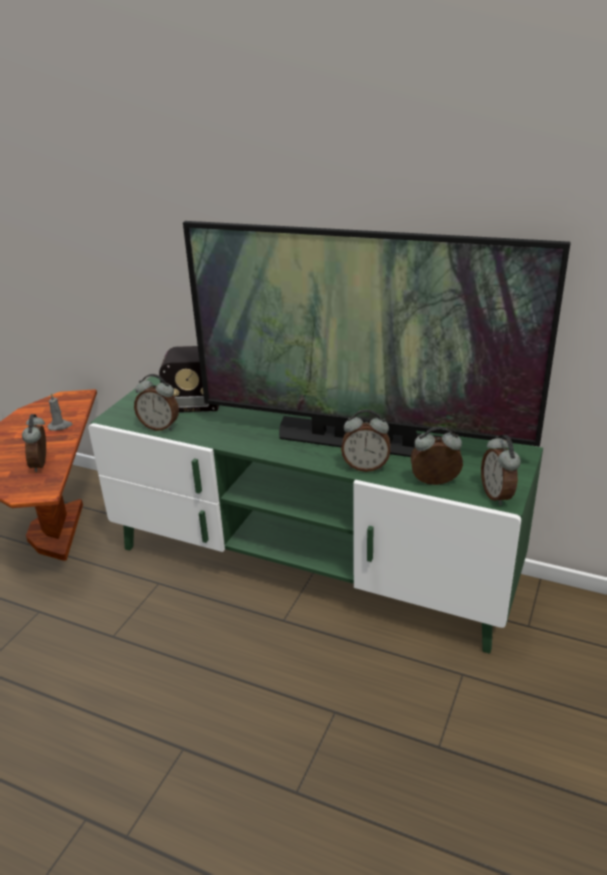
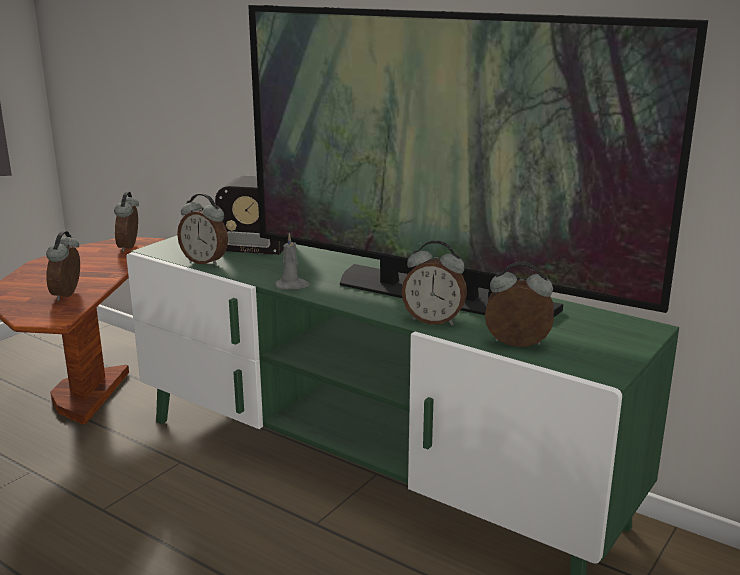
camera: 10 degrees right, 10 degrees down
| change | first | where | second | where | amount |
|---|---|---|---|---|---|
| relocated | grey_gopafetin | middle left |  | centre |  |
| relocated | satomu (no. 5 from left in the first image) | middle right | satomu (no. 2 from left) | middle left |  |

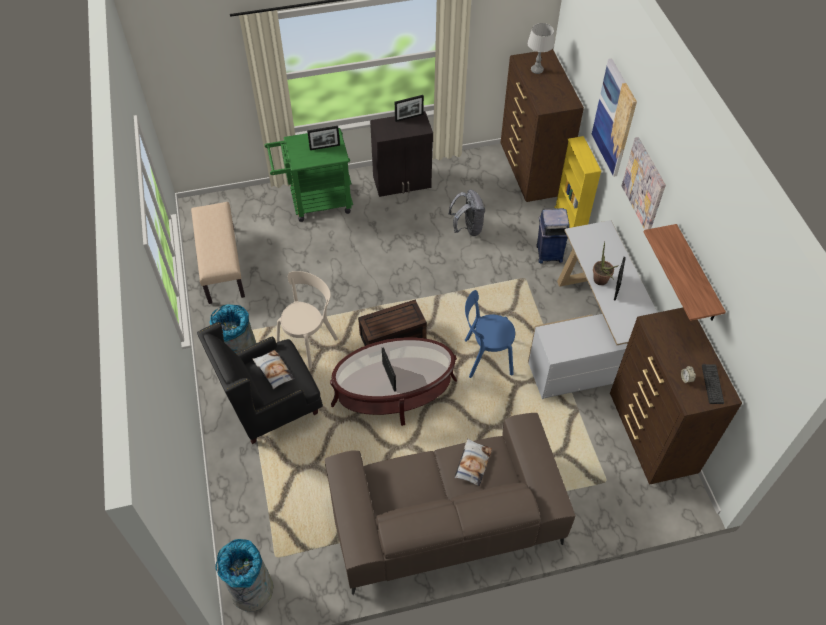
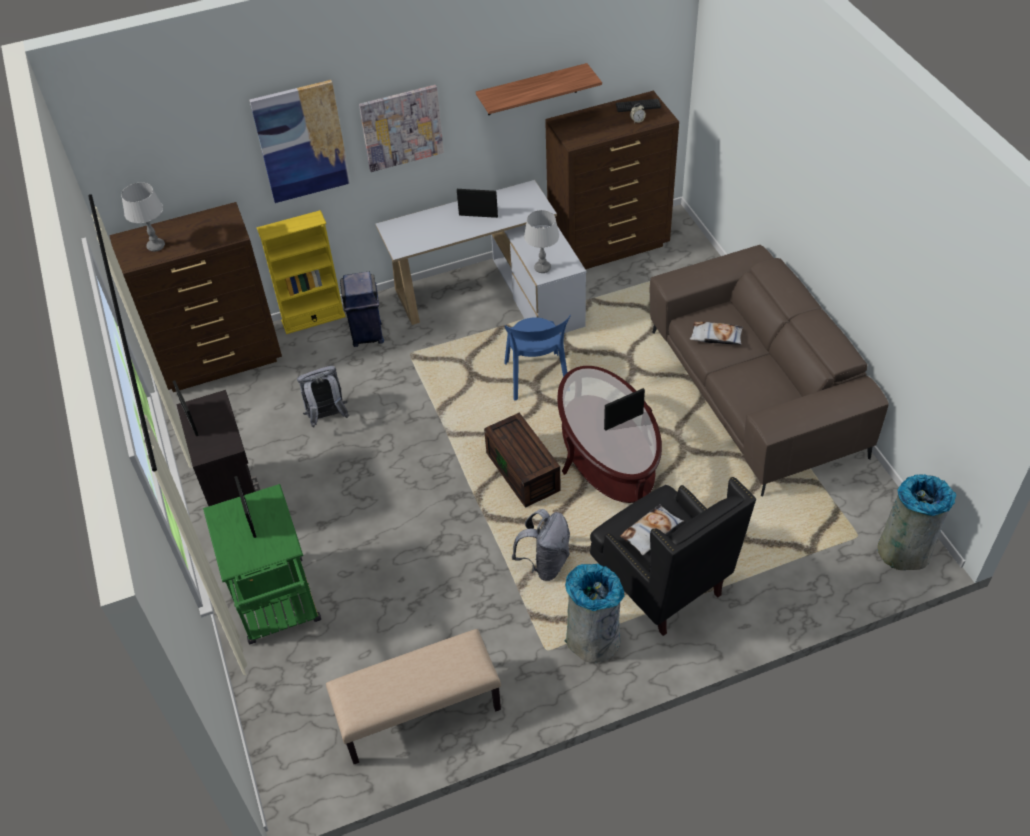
camera: 95 degrees left, 5 degrees down
| change | first | where | second | where | amount |
|---|---|---|---|---|---|
| missing | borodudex | middle right |  |  |  |
| exchanged | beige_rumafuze | centre | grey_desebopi (no. 2 from left) | centre |  |
| appeared |  |  | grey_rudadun (no. 2 from left) | top centre |  |

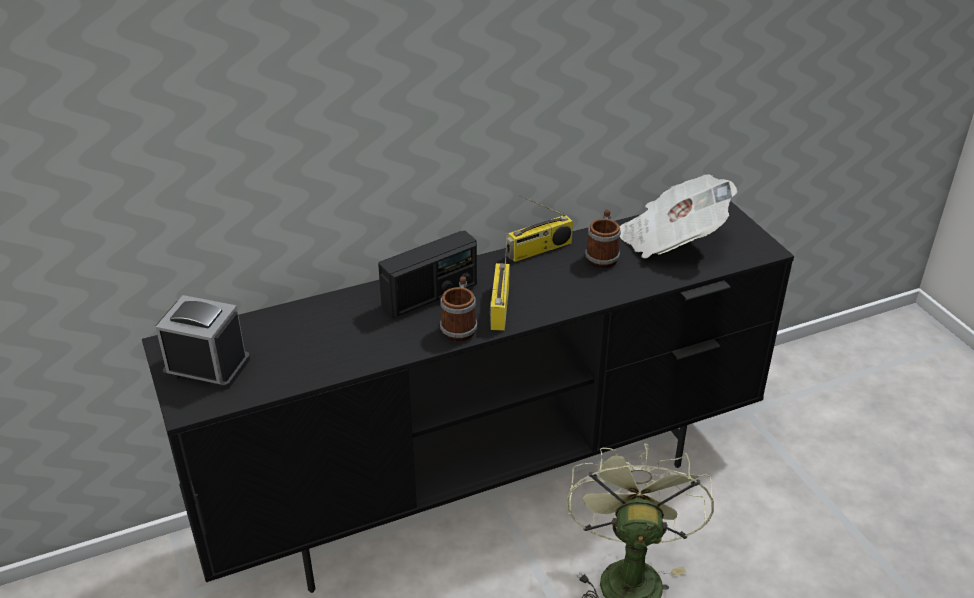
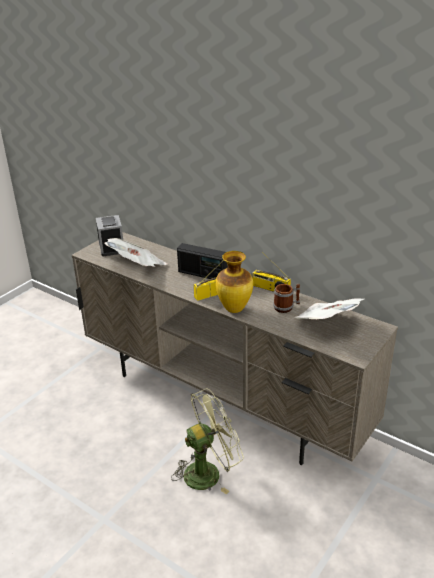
camera: 60 degrees right, 5 degrees down
| change | first | where | second | where | amount |
|---|---|---|---|---|---|
| colour | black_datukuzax | centre | beige_datukuzax | centre |  |
| missing | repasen (no. 1 from left) | centre |  |  |  |
| appeared |  |  | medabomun (no. 1 from left) | middle left |  |
| appeared |  |  | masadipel | centre |  |

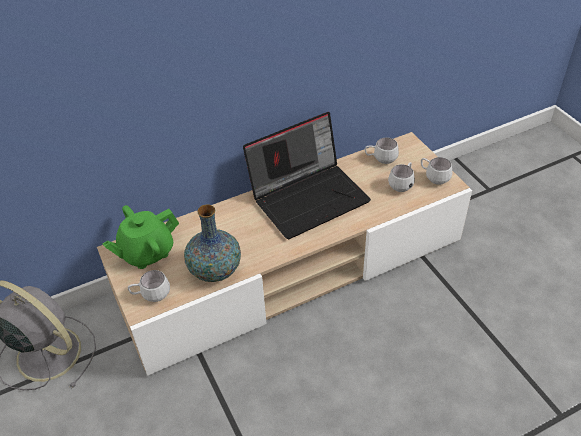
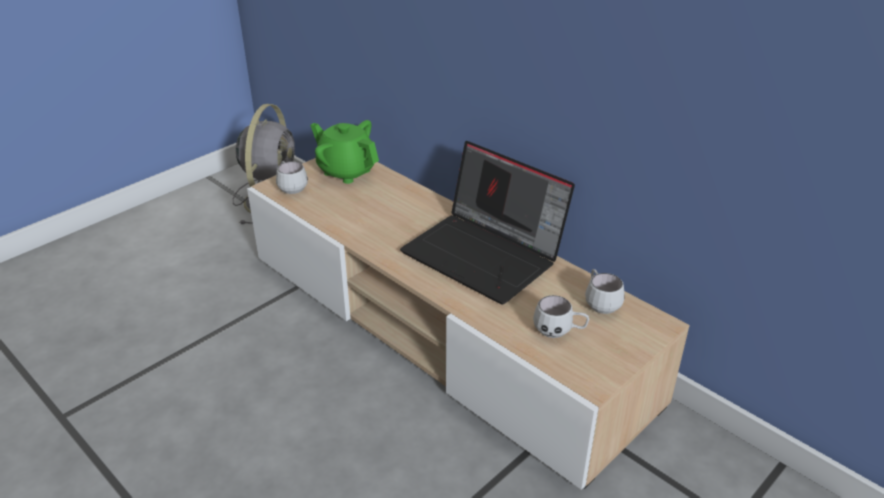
camera: 70 degrees right, 10 degrees down
| change | first | where | second | where | amount |
|---|---|---|---|---|---|
| missing | white_repasen (no. 4 from left) | middle right |  |  |  |
| missing | masadipel | centre |  |  |  |

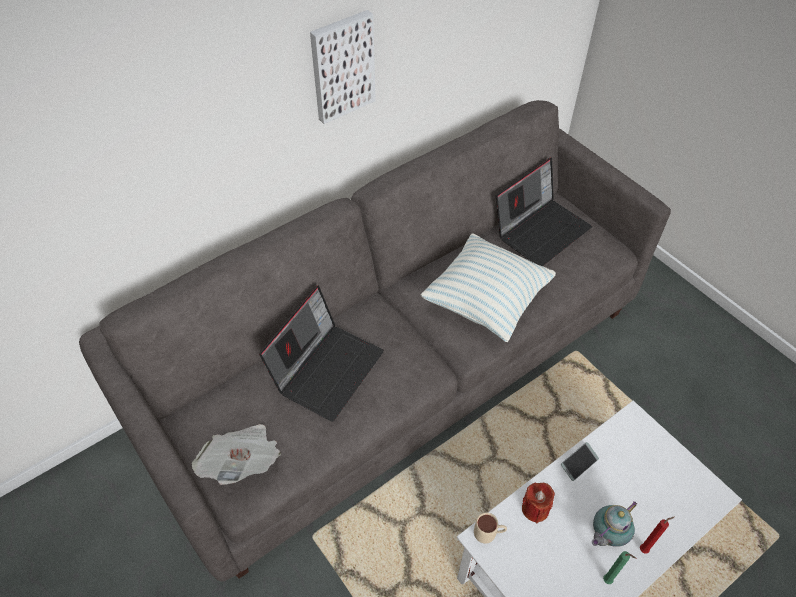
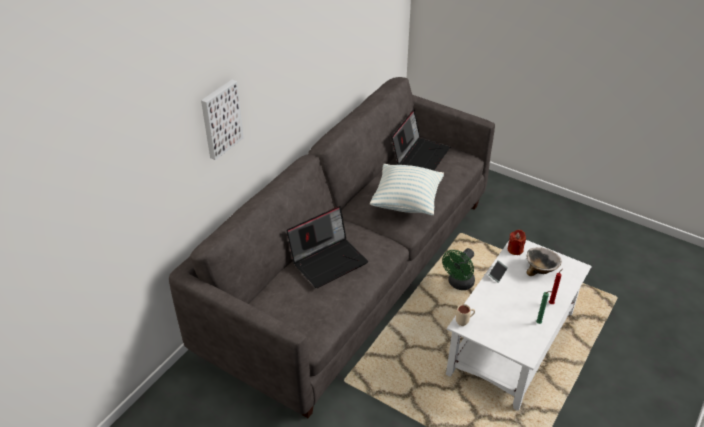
camera: 20 degrees left, 10 degrees down
| change | first | where | second | where | amount |
|---|---|---|---|---|---|
| relocated | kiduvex | top centre |  | top left |  |
| spun | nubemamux (no. 1 from left) | centre |  | centre | 45 degrees clockwise |
| missing | medabomun | bottom left |  |  |  |
| relocated | red_gopafetin (no. 1 from left) | bottom right |  | middle right |  |
| missing | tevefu | bottom right |  |  |  |
| appeared |  |  | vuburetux | middle right |  |
| appeared |  |  | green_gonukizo | centre |  |

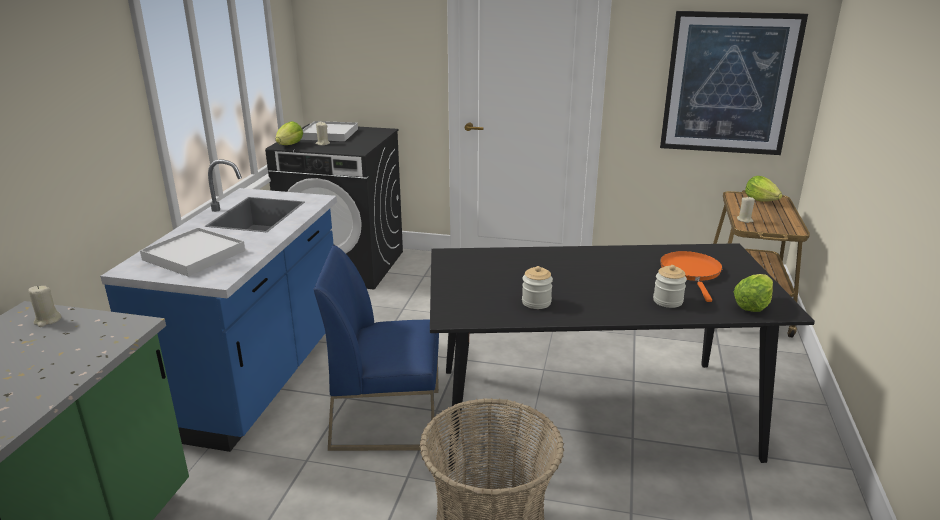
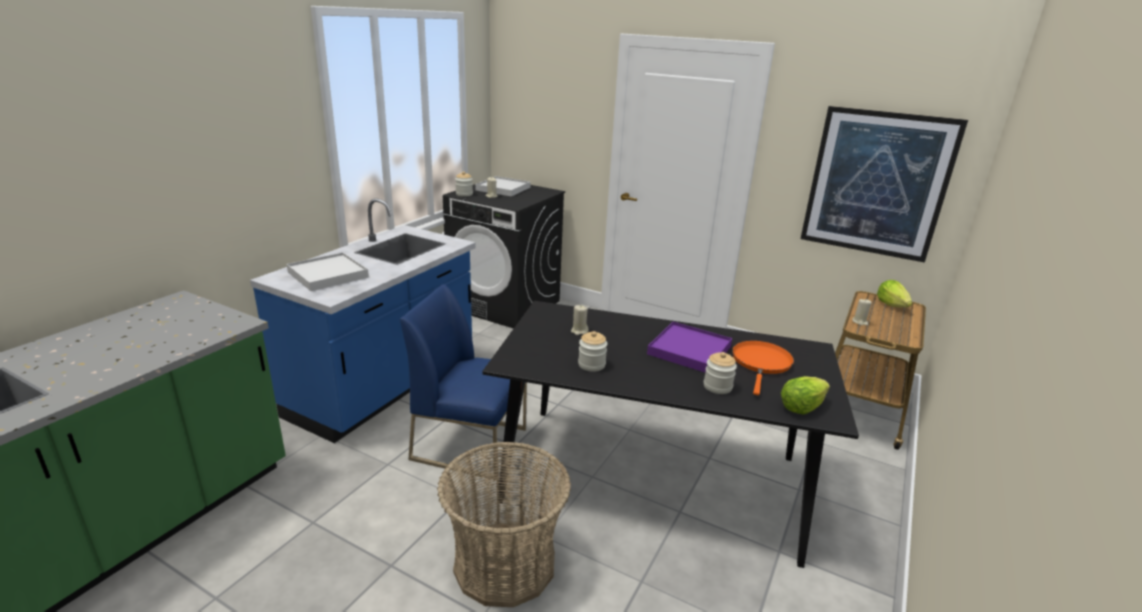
camera: 15 degrees right, 0 degrees up
| change | first | where | second | where | amount |
|---|---|---|---|---|---|
| exchanged | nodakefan (no. 1 from left) | top left | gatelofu (no. 1 from left) | top centre |  |
| relocated | beige_gopafetin (no. 1 from left in the first image) | middle left | beige_gopafetin (no. 2 from left) | centre |  |
| appeared |  |  | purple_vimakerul | centre |  |

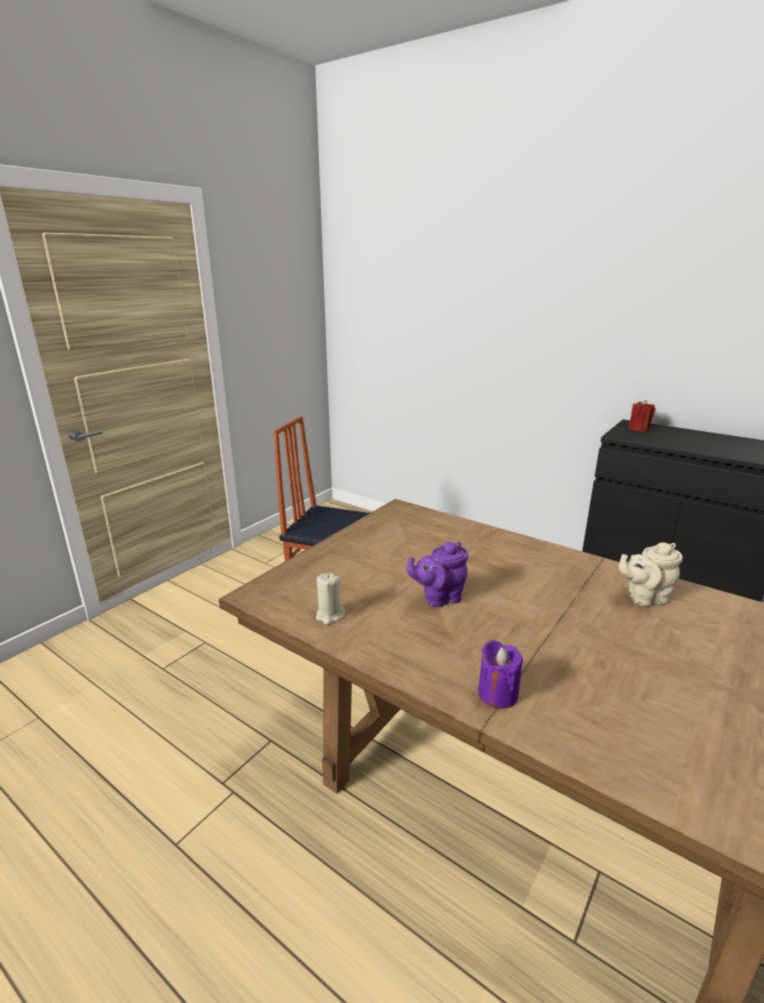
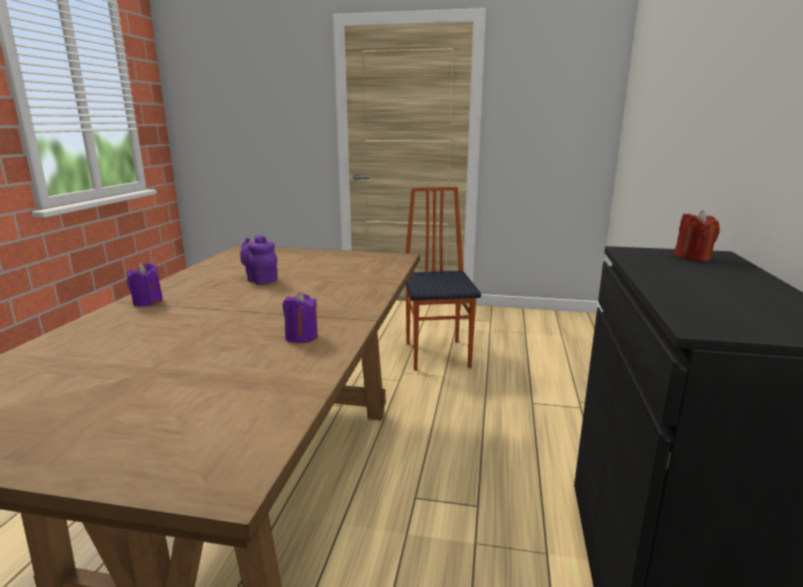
camera: 65 degrees right, 5 degrees down
| change | first | where | second | where | amount |
|---|---|---|---|---|---|
| exchanged | beige_tevefu | middle right | purple_gopafetin (no. 2 from left) | centre |  |
| missing | beige_gopafetin | centre |  |  |  |

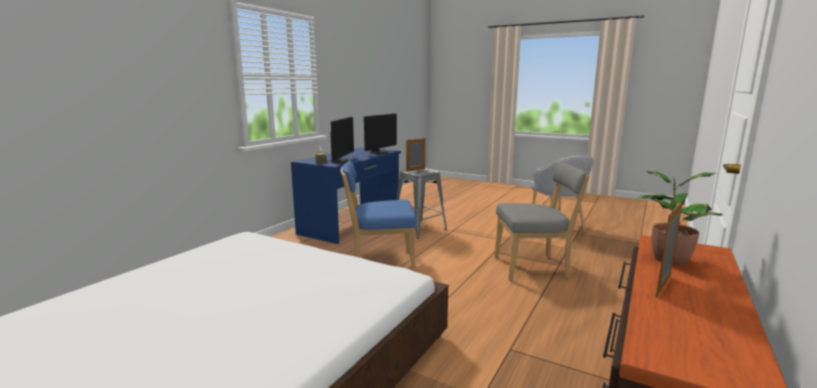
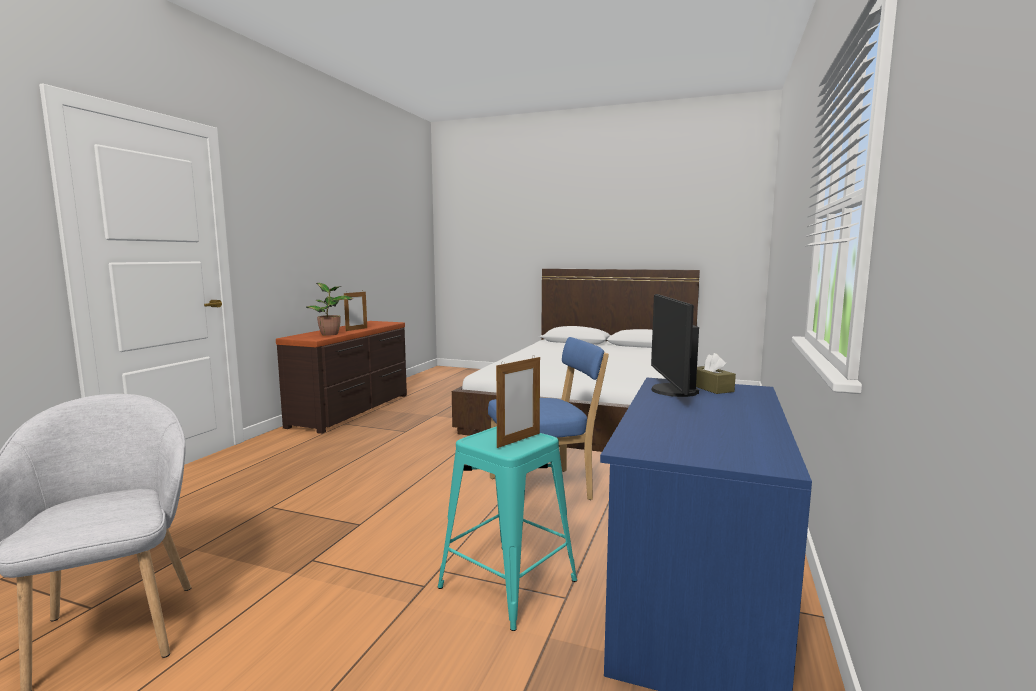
camera: 170 degrees right, 5 degrees down
| change | first | where | second | where | amount |
|---|---|---|---|---|---|
| missing | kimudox (no. 2 from left) | centre |  |  |  |
| missing | grey_rumafuze | centre |  |  |  |
| colour | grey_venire | centre | turquoise_venire | bottom centre |  |

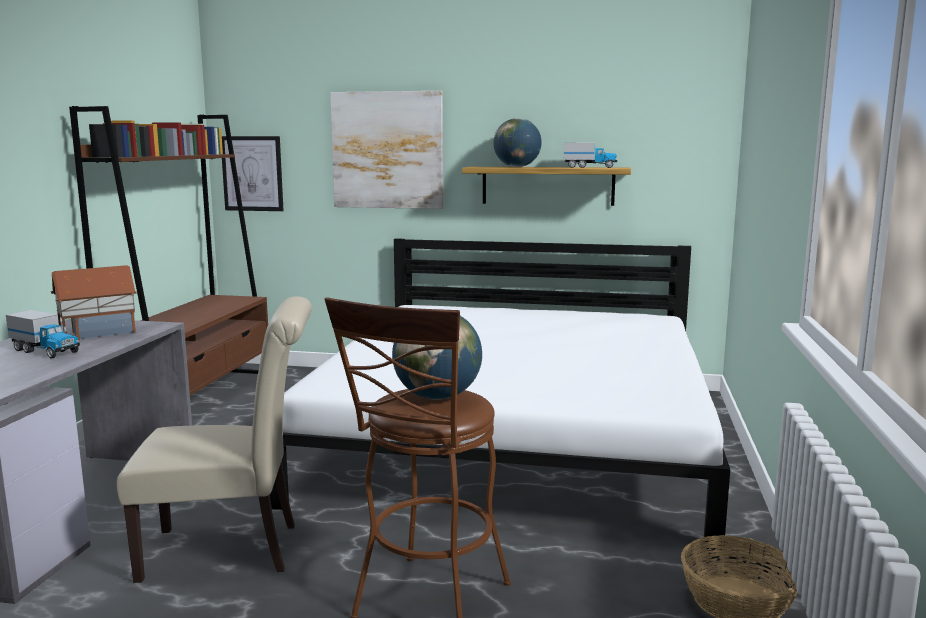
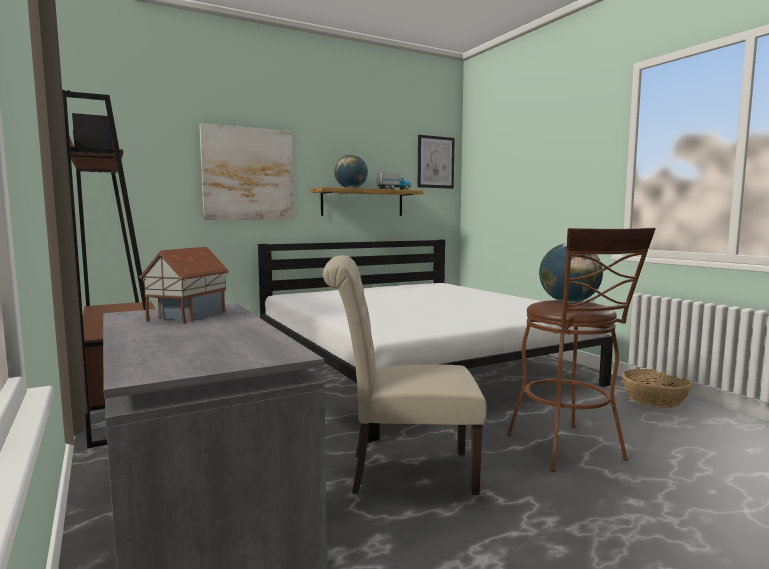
camera: 40 degrees left, 5 degrees down
| change | first | where | second | where | amount |
|---|---|---|---|---|---|
| relocated | kiduvex (no. 1 from left in the first image) | top left | kiduvex (no. 2 from left) | top centre |  |
| spun | beige_rumafuze | bottom left |  | centre | 135 degrees counterclockwise |
| missing | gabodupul (no. 1 from left) | middle left |  |  |  |

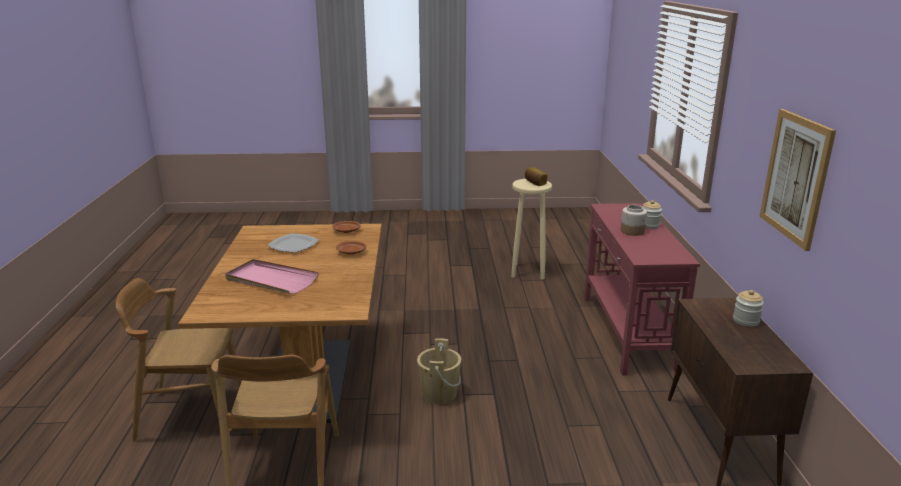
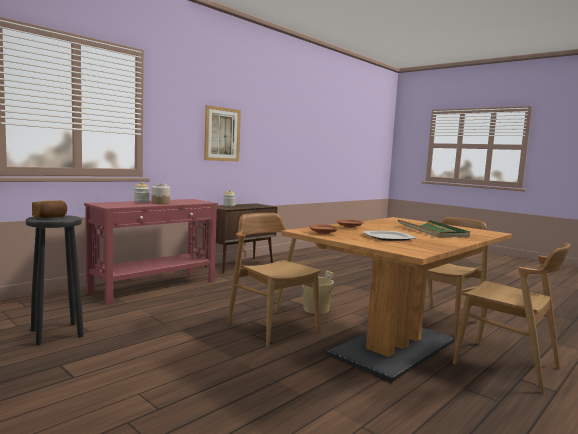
camera: 135 degrees left, 15 degrees down
| change | first | where | second | where | amount |
|---|---|---|---|---|---|
| colour | beige_venire | centre | black_venire | middle left |  |
| colour | pink_vimakerul | middle left | green_vimakerul | middle right |  |
| appeared |  |  | brown_rumafuze (no. 1 from left) | centre |  |

